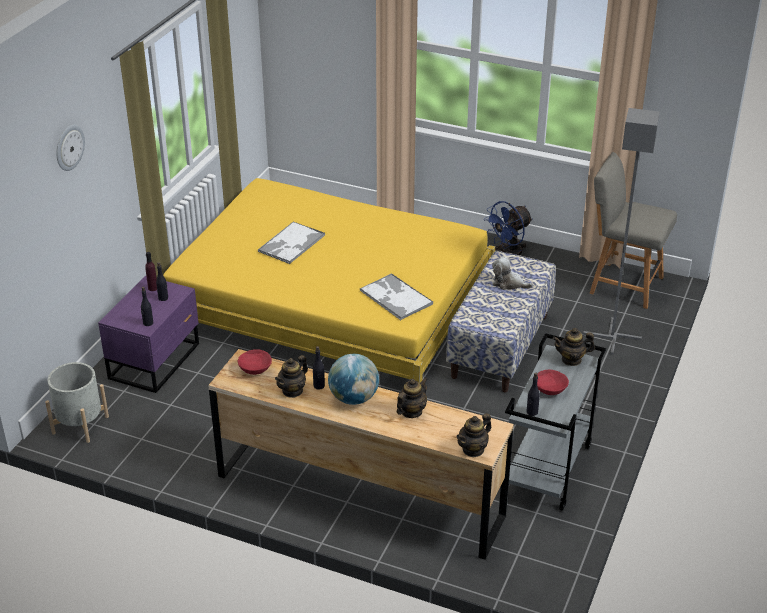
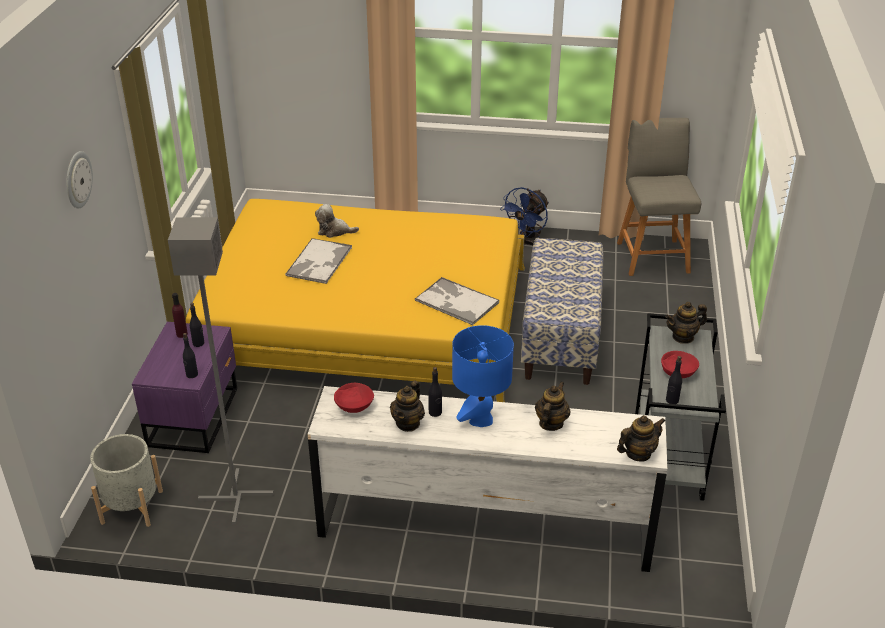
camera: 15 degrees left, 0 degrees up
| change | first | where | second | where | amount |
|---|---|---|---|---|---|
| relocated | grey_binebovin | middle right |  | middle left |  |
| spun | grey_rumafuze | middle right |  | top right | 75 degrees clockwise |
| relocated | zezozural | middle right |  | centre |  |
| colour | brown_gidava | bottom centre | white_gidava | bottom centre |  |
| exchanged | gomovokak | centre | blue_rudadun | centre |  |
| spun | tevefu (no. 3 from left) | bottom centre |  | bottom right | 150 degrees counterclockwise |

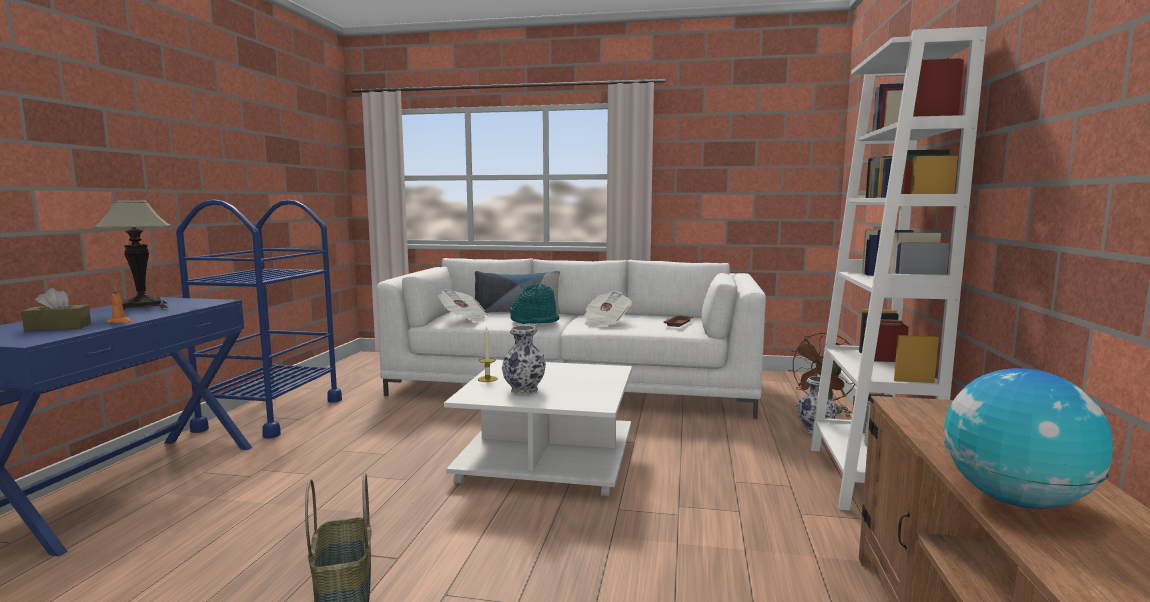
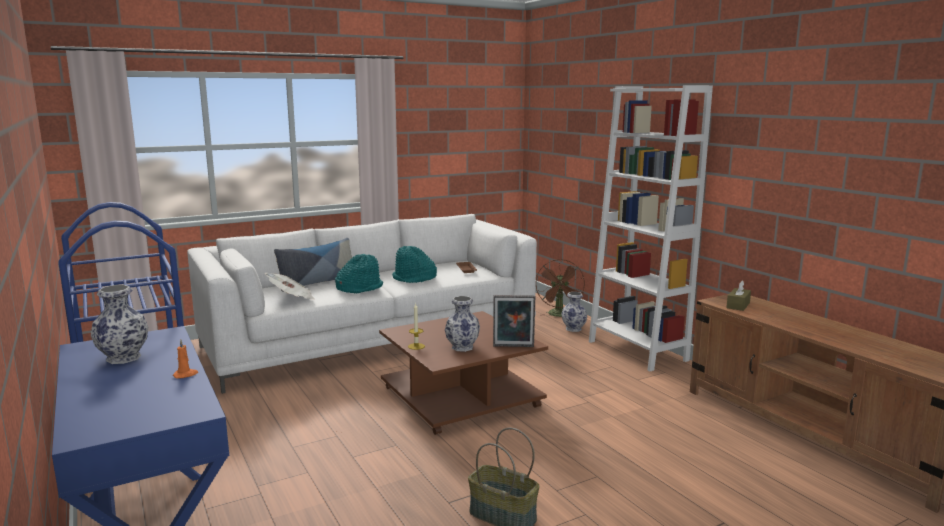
camera: 40 degrees left, 5 degrees up
| change | first | where | second | where | amount |
|---|---|---|---|---|---|
| exchanged | rudadun | middle left | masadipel (no. 1 from left) | middle left |  |
| relocated | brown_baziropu | middle left |  | middle right |  |
| exchanged | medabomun (no. 2 from left) | centre | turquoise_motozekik (no. 2 from left) | centre |  |
| colour | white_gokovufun | bottom centre | brown_gokovufun | bottom centre |  |
| missing | gomovokak | bottom right |  |  |  |
| appeared |  |  | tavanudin | centre |  |

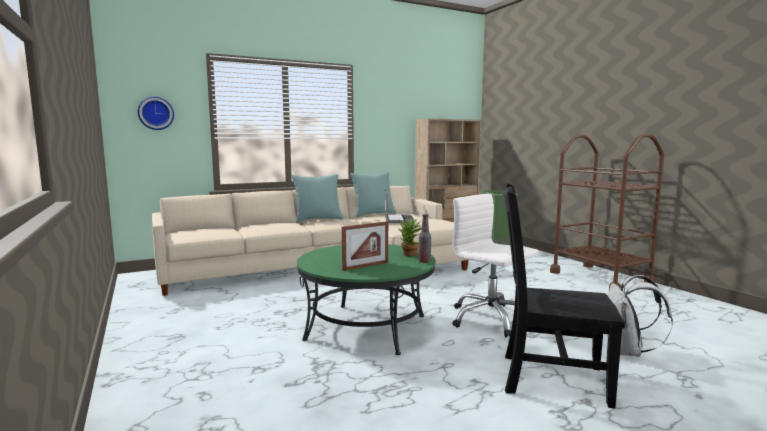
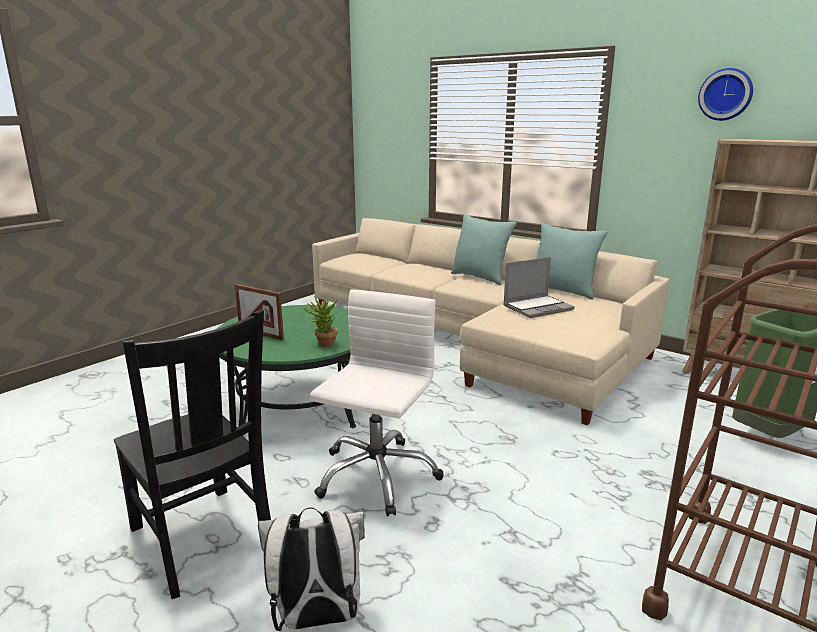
camera: 65 degrees right, 10 degrees up
| change | first | where | second | where | amount |
|---|---|---|---|---|---|
| relocated | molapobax | top left |  | top right |  |
| spun | black_rumafuze | bottom right |  | bottom left | 150 degrees clockwise |
| missing | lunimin | centre |  |  |  |

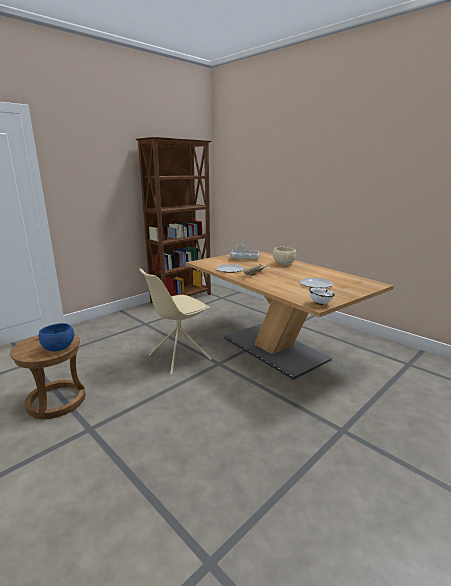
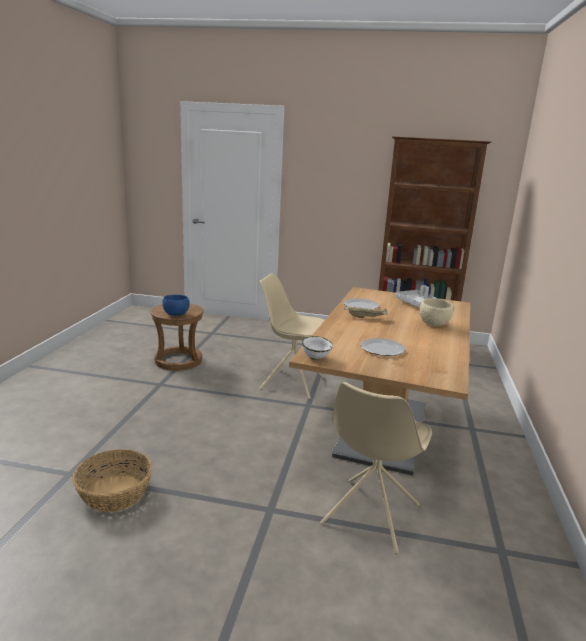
camera: 55 degrees right, 0 degrees up
| change | first | where | second | where | amount |
|---|---|---|---|---|---|
| appeared |  |  | beige_rumafuze (no. 2 from left) | bottom centre |  |
| appeared |  |  | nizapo | bottom left |  |

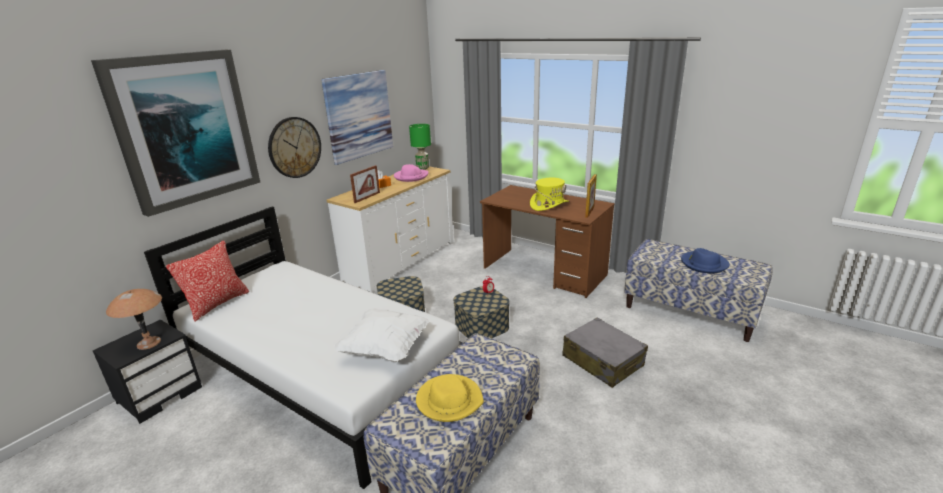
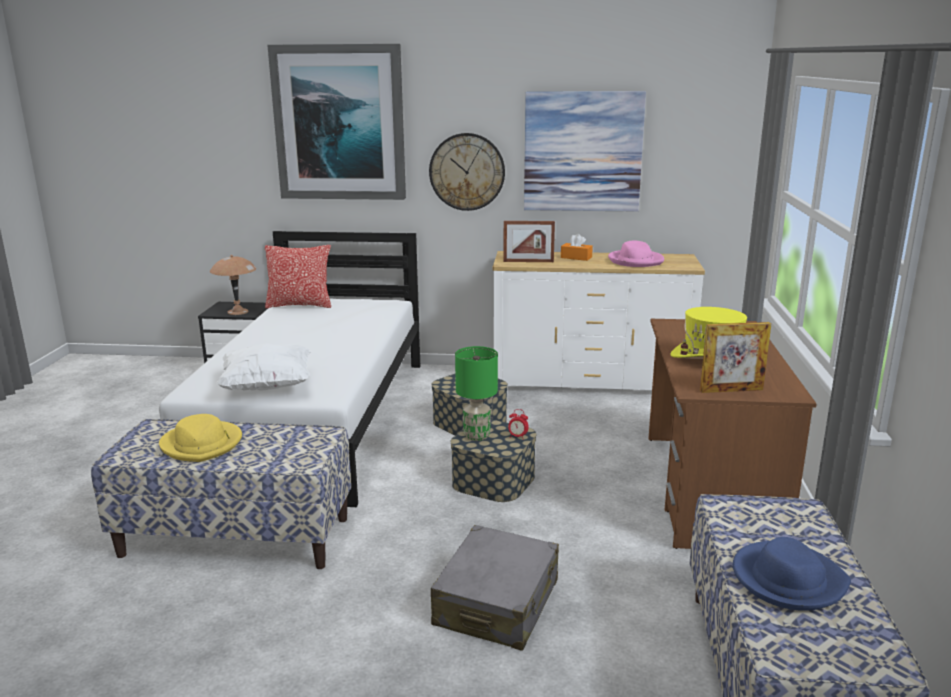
camera: 60 degrees right, 5 degrees down
| change | first | where | second | where | amount |
|---|---|---|---|---|---|
| relocated | green_rudadun | top centre |  | centre |  |

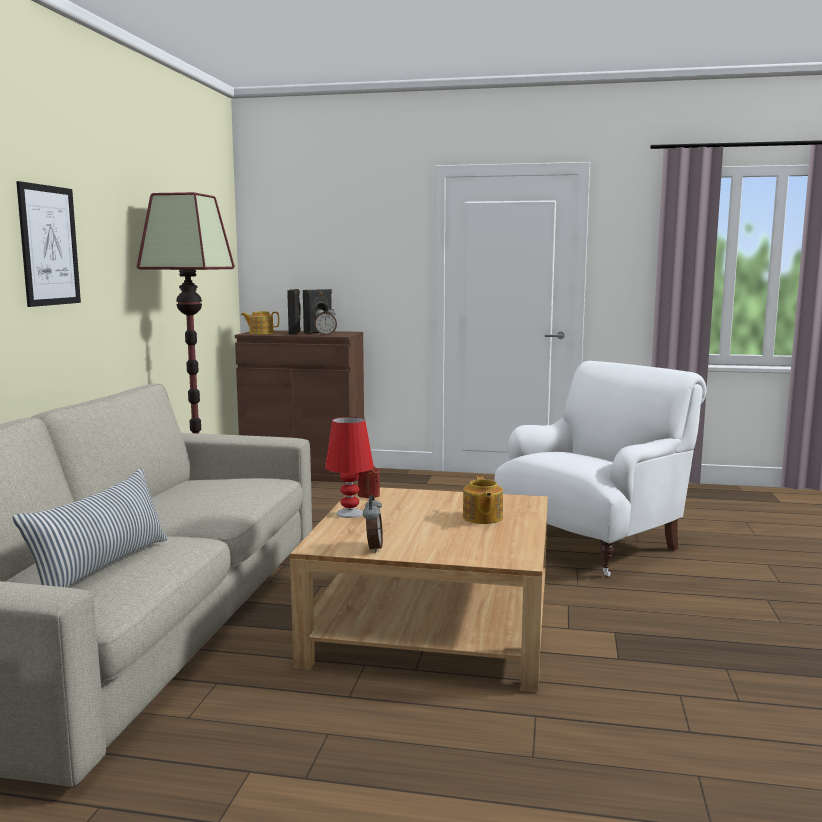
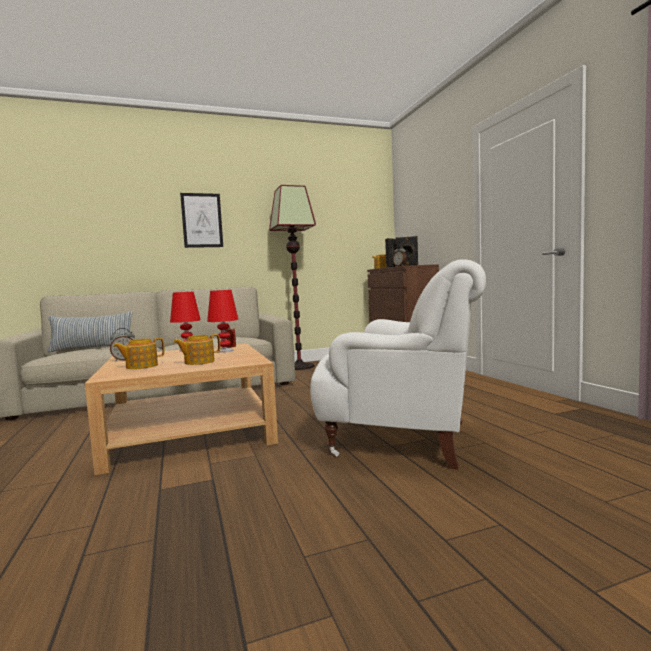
camera: 60 degrees right, 5 degrees down
| change | first | where | second | where | amount |
|---|---|---|---|---|---|
| appeared |  |  | red_rudadun (no. 2 from left) | centre |  |
| appeared |  |  | tevefu (no. 1 from left) | middle left |  |

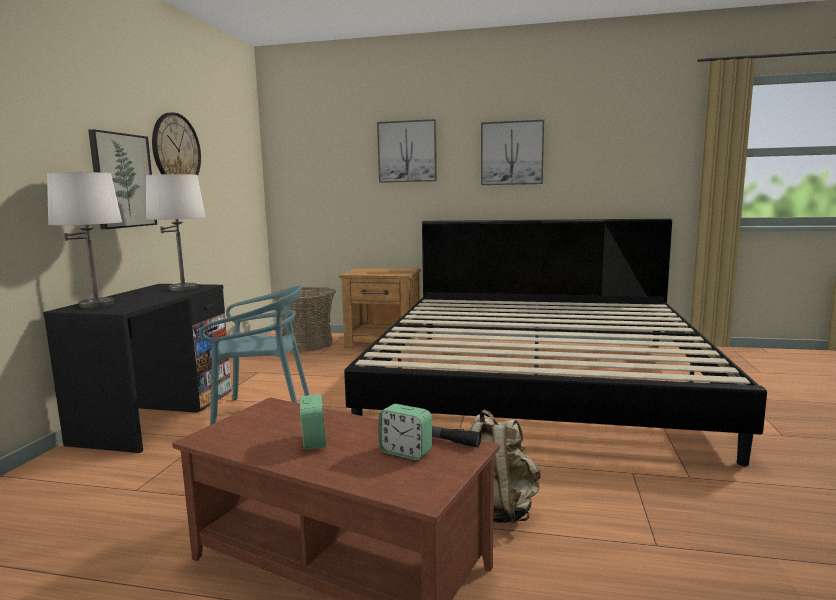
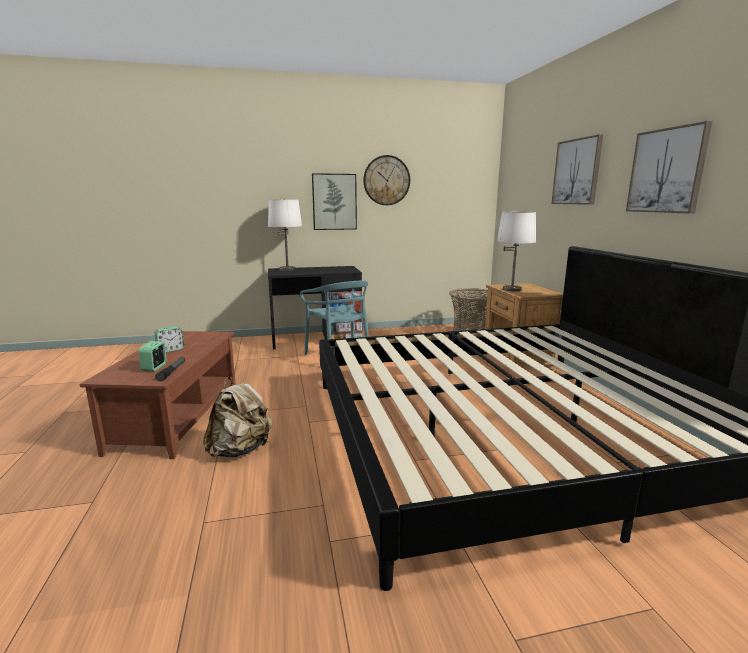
camera: 65 degrees right, 5 degrees up
| change | first | where | second | where | amount |
|---|---|---|---|---|---|
| relocated | white_rudadun (no. 2 from left) | middle left |  | middle right |  |

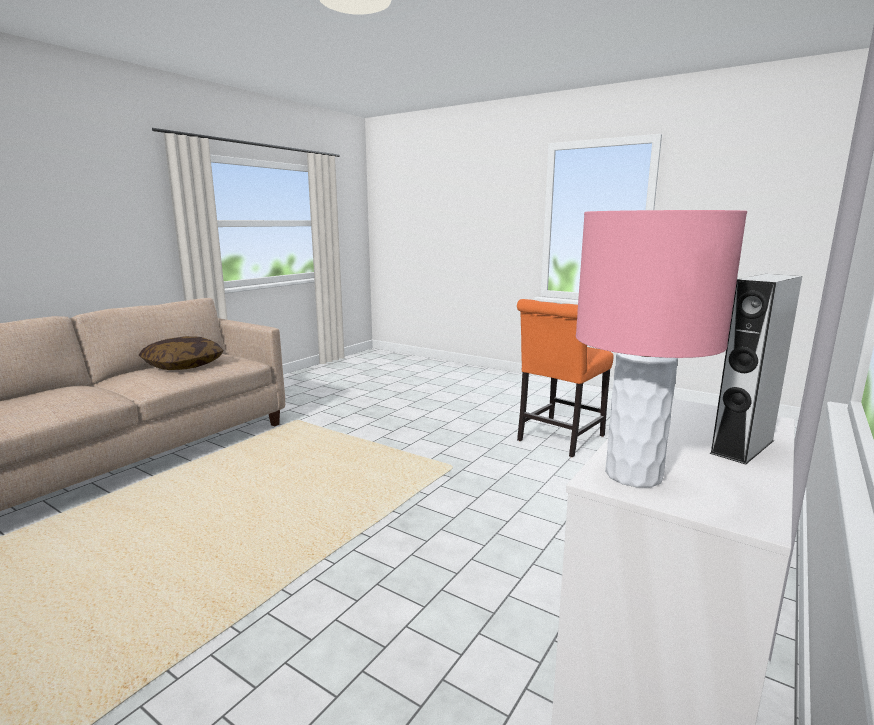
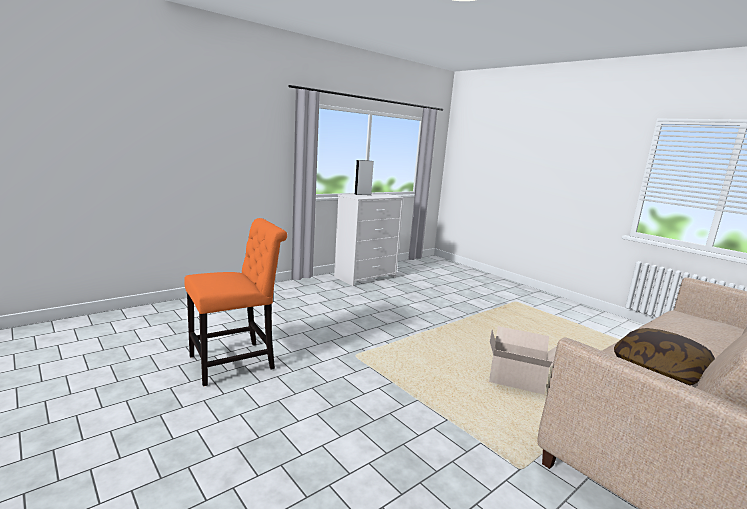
camera: 165 degrees left, 0 degrees up
| change | first | where | second | where | amount |
|---|---|---|---|---|---|
| missing | pink_rudadun | middle right |  |  |  |
| appeared |  |  | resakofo | bottom right |  |

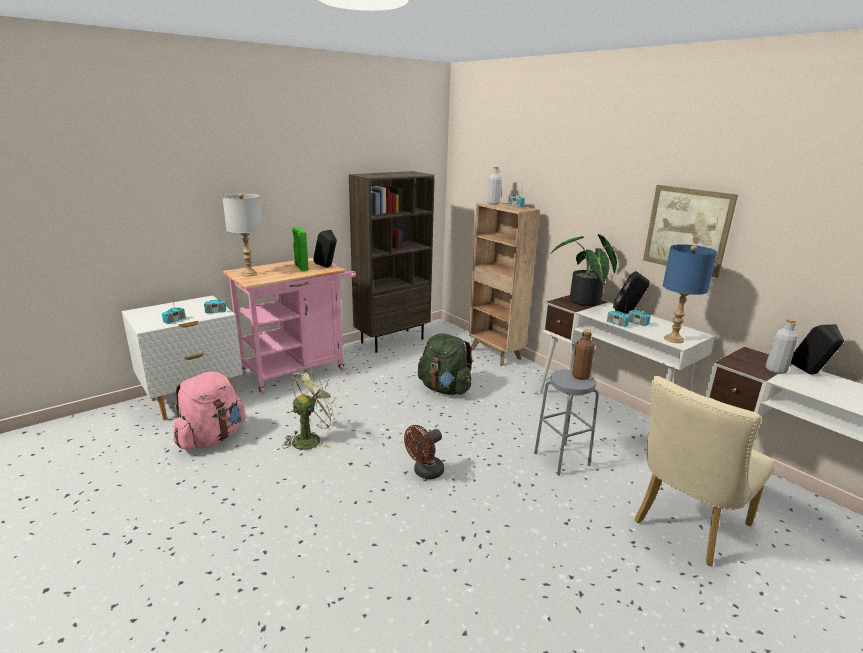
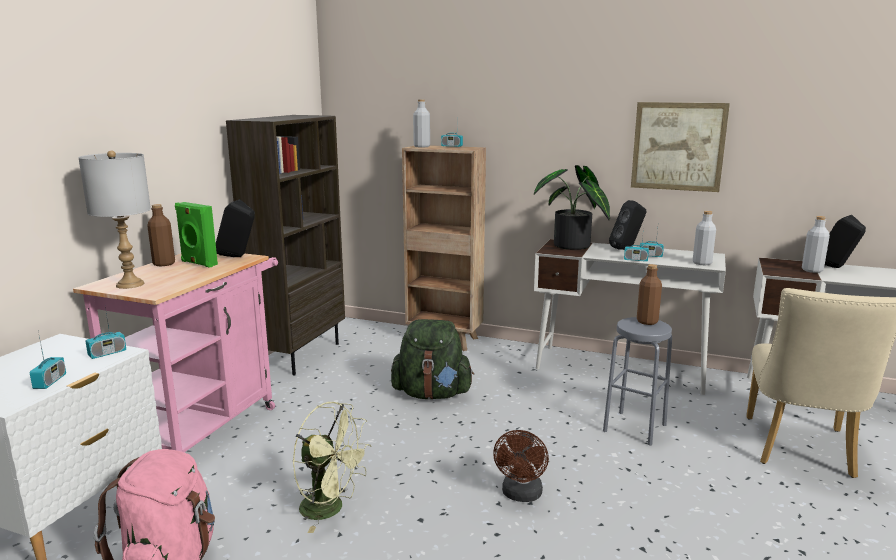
camera: 30 degrees left, 5 degrees down
| change | first | where | second | where | amount |
|---|---|---|---|---|---|
| exchanged | blue_rudadun | middle right | grey_lunimin (no. 2 from left) | middle right |  |
| spun | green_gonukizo | centre |  | bottom centre | 105 degrees clockwise |
| appeared |  |  | brown_lunimin (no. 1 from left) | middle left |  |

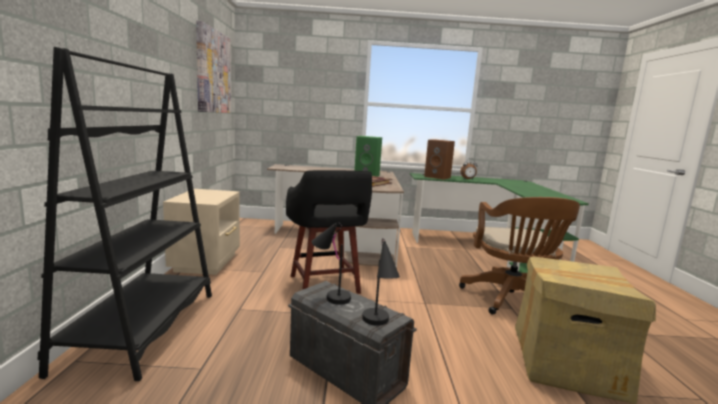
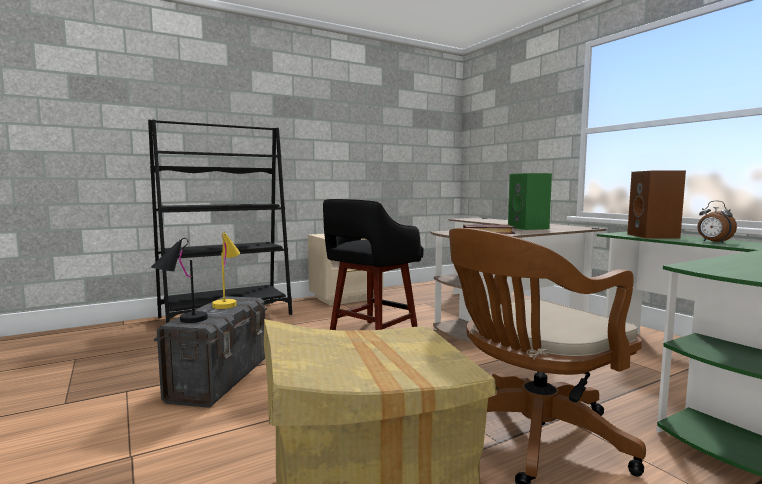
camera: 60 degrees right, 5 degrees down
| change | first | where | second | where | amount |
|---|---|---|---|---|---|
| missing | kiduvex | top left |  |  |  |
| colour | black_rudadun (no. 1 from left) | centre | yellow_rudadun | middle left |  |

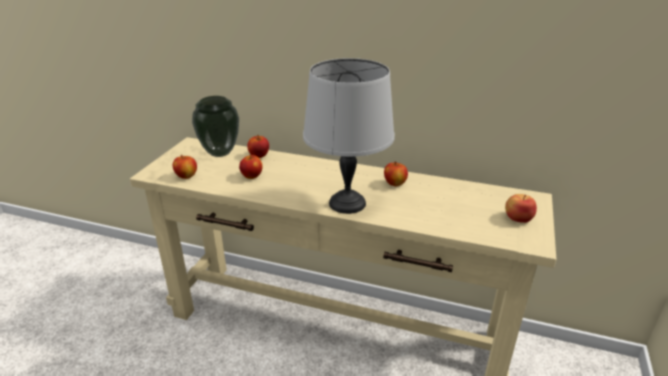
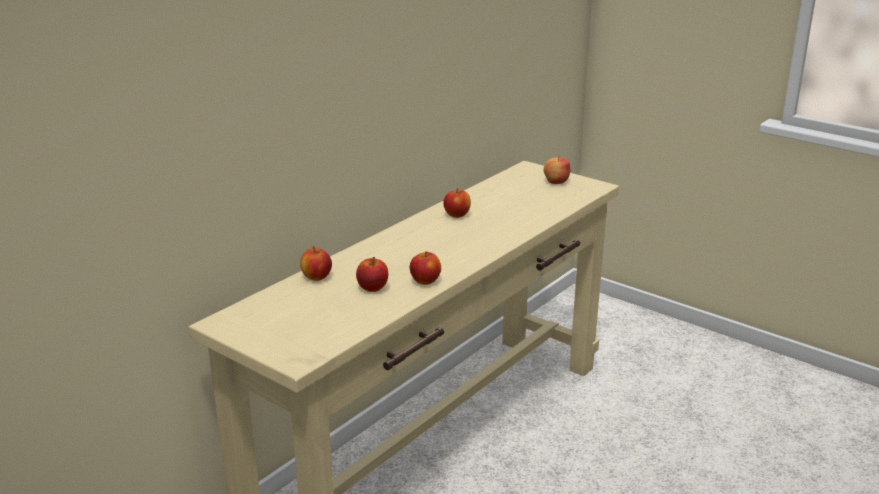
camera: 70 degrees left, 5 degrees down
| change | first | where | second | where | amount |
|---|---|---|---|---|---|
| missing | grey_rudadun | centre |  |  |  |
| missing | masadipel | middle left |  |  |  |
| relocated | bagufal (no. 1 from left in the first image) | middle left | bagufal (no. 3 from left) | centre |  |

